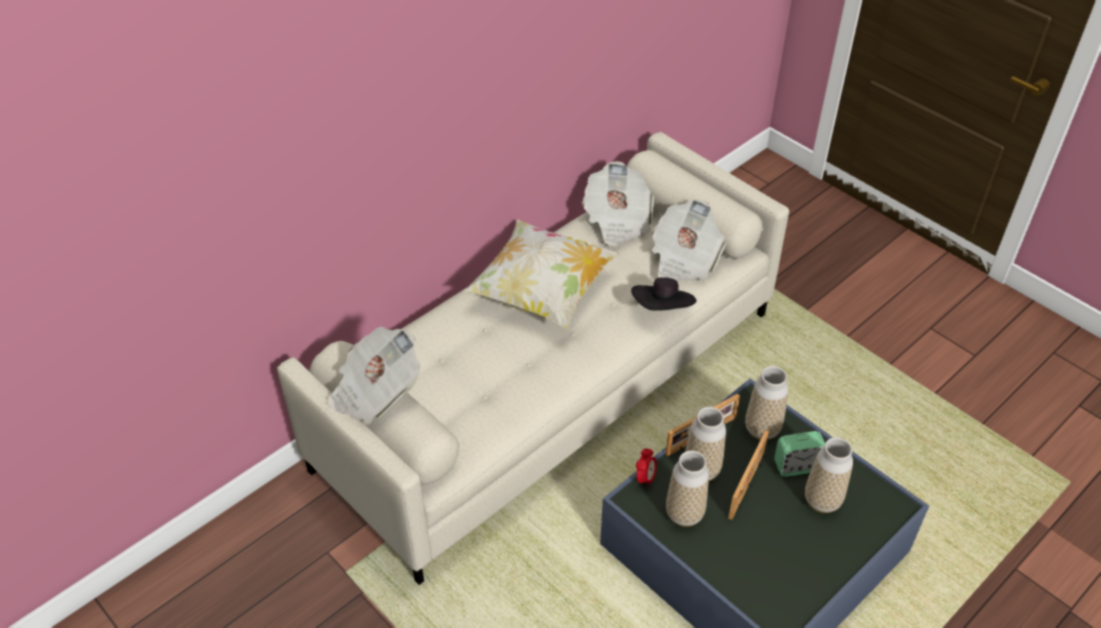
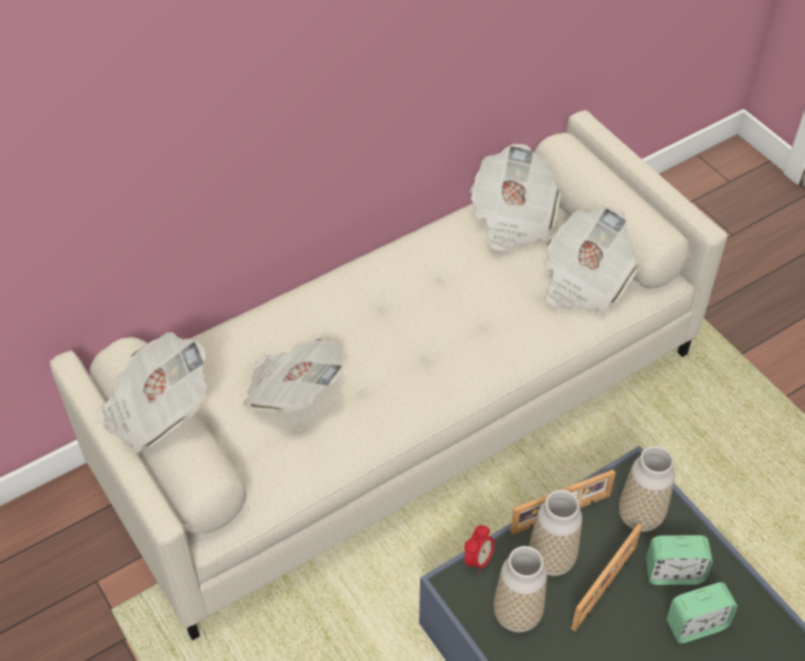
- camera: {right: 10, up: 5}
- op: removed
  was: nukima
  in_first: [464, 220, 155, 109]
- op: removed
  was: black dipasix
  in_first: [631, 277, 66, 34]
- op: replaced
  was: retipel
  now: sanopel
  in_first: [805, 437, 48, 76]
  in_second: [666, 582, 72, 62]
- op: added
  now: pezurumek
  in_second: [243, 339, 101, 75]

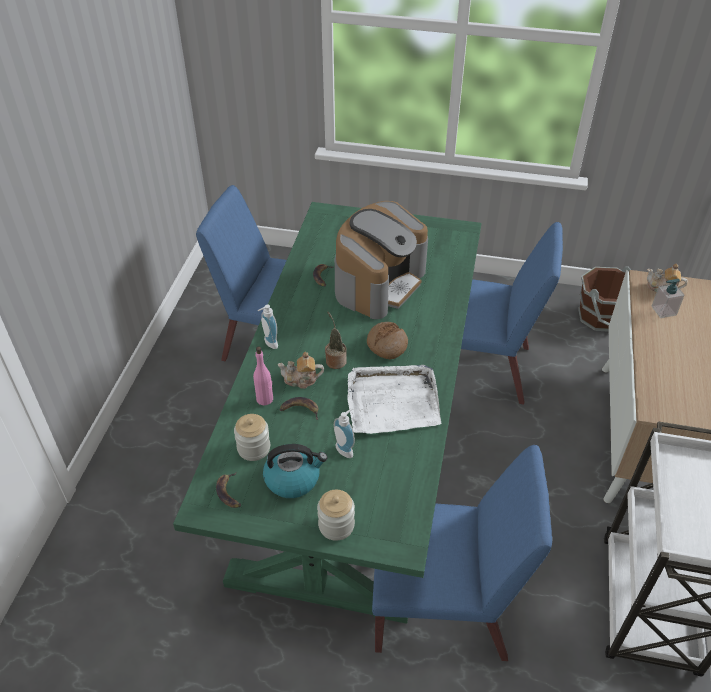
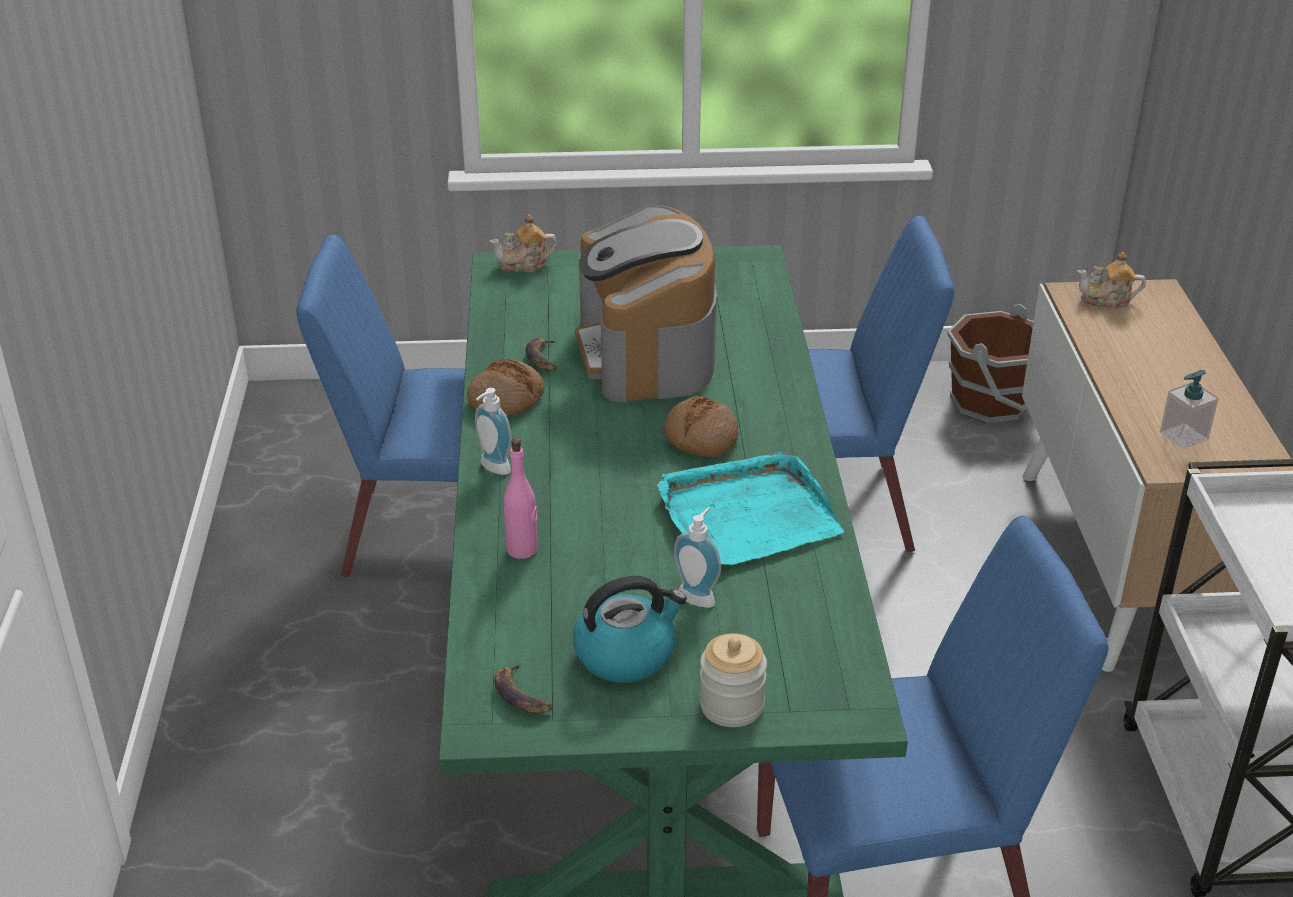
- camera: {right: -15, up: -10}
- op: removed
  was: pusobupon
  in_first: [234, 414, 36, 47]
- op: moved
  was: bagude
  in_first: [278, 352, 46, 37]
  in_second: [490, 214, 67, 58]
- op: removed
  was: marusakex
  in_first: [280, 397, 38, 23]
- op: removed
  was: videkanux
  in_first: [325, 312, 22, 57]
- op: turned
  was: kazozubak
  in_first: [335, 201, 93, 118]
  in_second: [575, 205, 142, 197]
  clockwise: 150
- op: recoloured
  was: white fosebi
  now: turquoise fosebi
  in_first: [347, 365, 94, 69]
  in_second: [657, 452, 187, 113]
- op: moved
  was: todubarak
  in_first: [651, 279, 34, 39]
  in_second: [1160, 370, 58, 79]
- op: added
  now: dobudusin
  in_second: [467, 359, 78, 57]

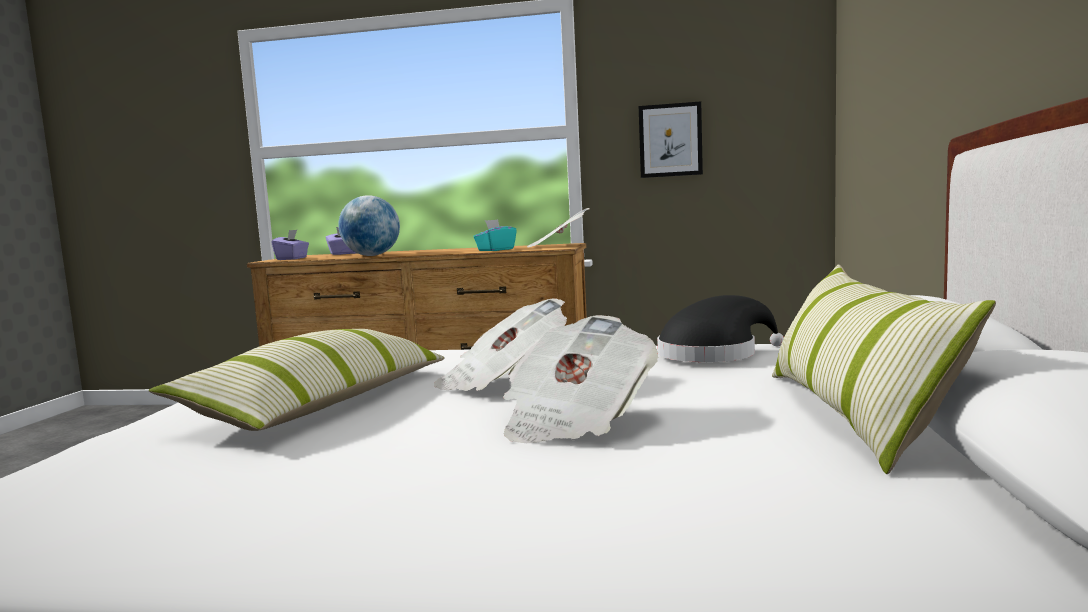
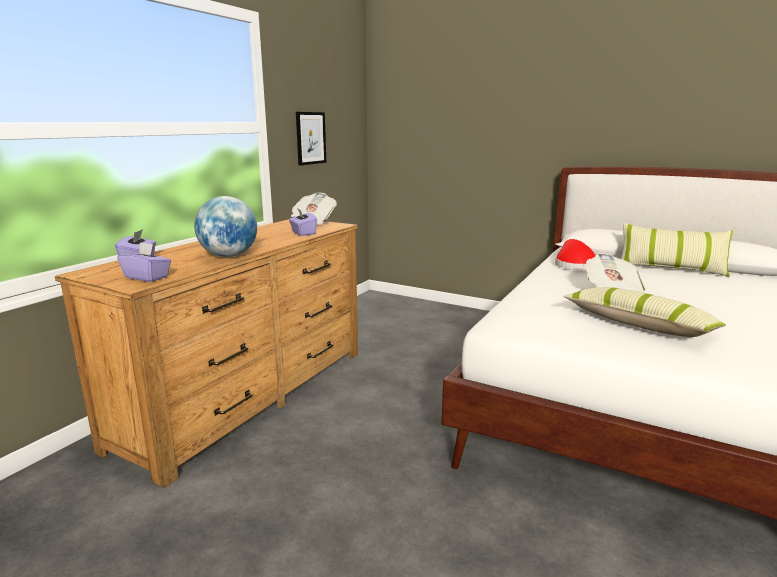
- camera: {right: -70, up: 10}
- op: recoloured
  was: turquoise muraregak
  now: purple muraregak
  in_first: [473, 219, 44, 32]
  in_second: [289, 208, 28, 28]
- op: removed
  was: pezurumek
  in_first: [503, 315, 155, 128]
- op: recoloured
  was: black dipasix
  now: red dipasix
  in_first: [657, 295, 127, 67]
  in_second: [555, 239, 40, 31]

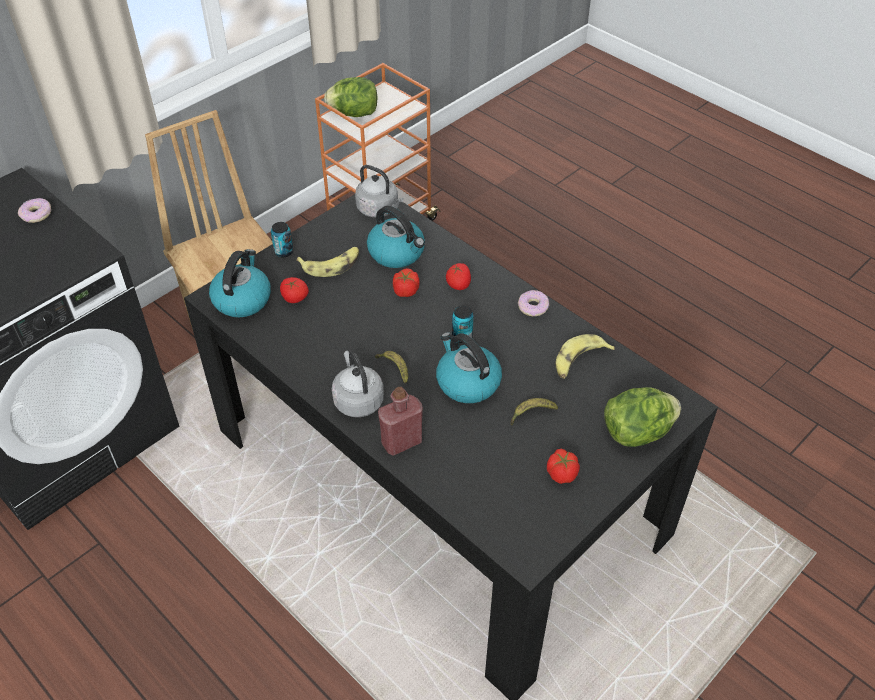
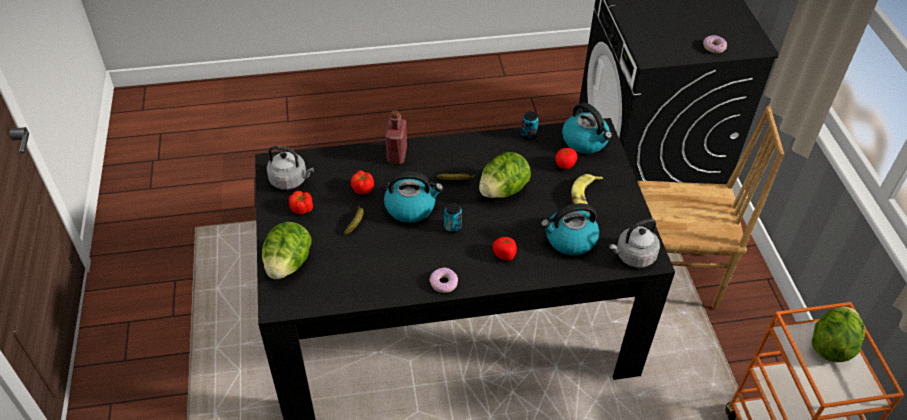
- camera: {right: 125, up: 0}
- op: moved
  was: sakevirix
  in_first: [271, 222, 22, 35]
  in_second: [521, 111, 18, 29]
- op: moved
  was: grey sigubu
  in_first: [332, 351, 52, 66]
  in_second: [266, 146, 48, 44]
- op: moved
  was: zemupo
  in_first: [393, 268, 27, 29]
  in_second: [351, 170, 23, 25]
- op: removed
  was: marusakex
  in_first: [556, 334, 59, 45]
- op: added
  now: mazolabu
  in_second: [479, 152, 52, 46]

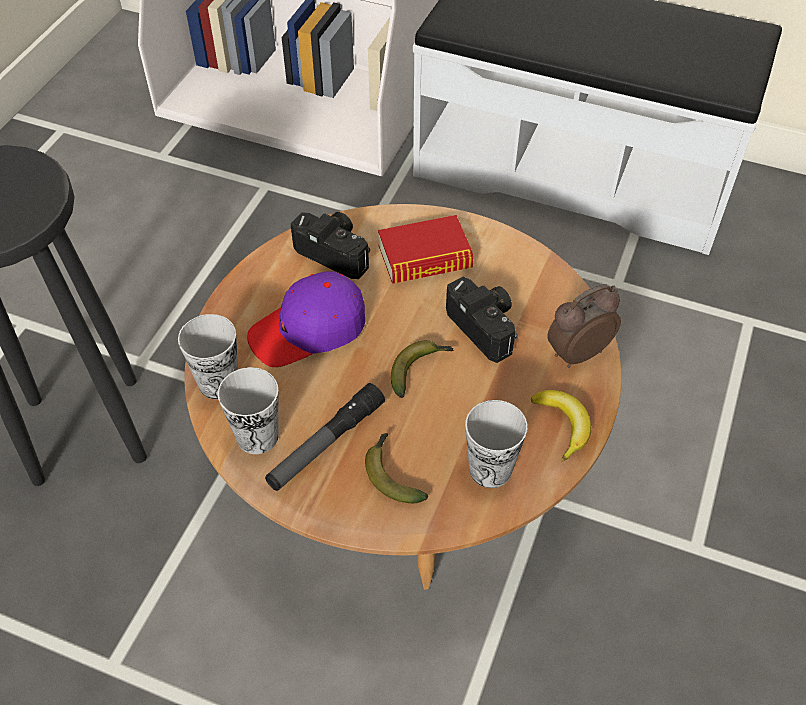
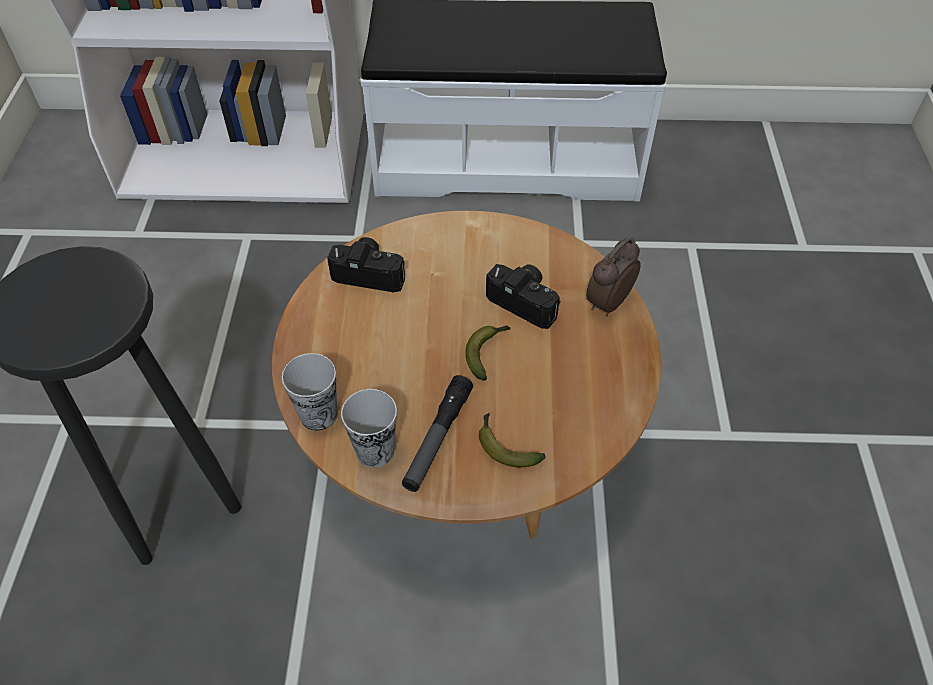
- camera: {right: -20, up: 0}
- op: removed
  was: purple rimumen
  in_first: [247, 271, 119, 96]
- op: removed
  was: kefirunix
  in_first: [378, 215, 95, 68]
- op: removed
  was: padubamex
  in_first: [465, 400, 63, 88]
- op: removed
  was: marusakex
  in_first: [531, 390, 60, 72]

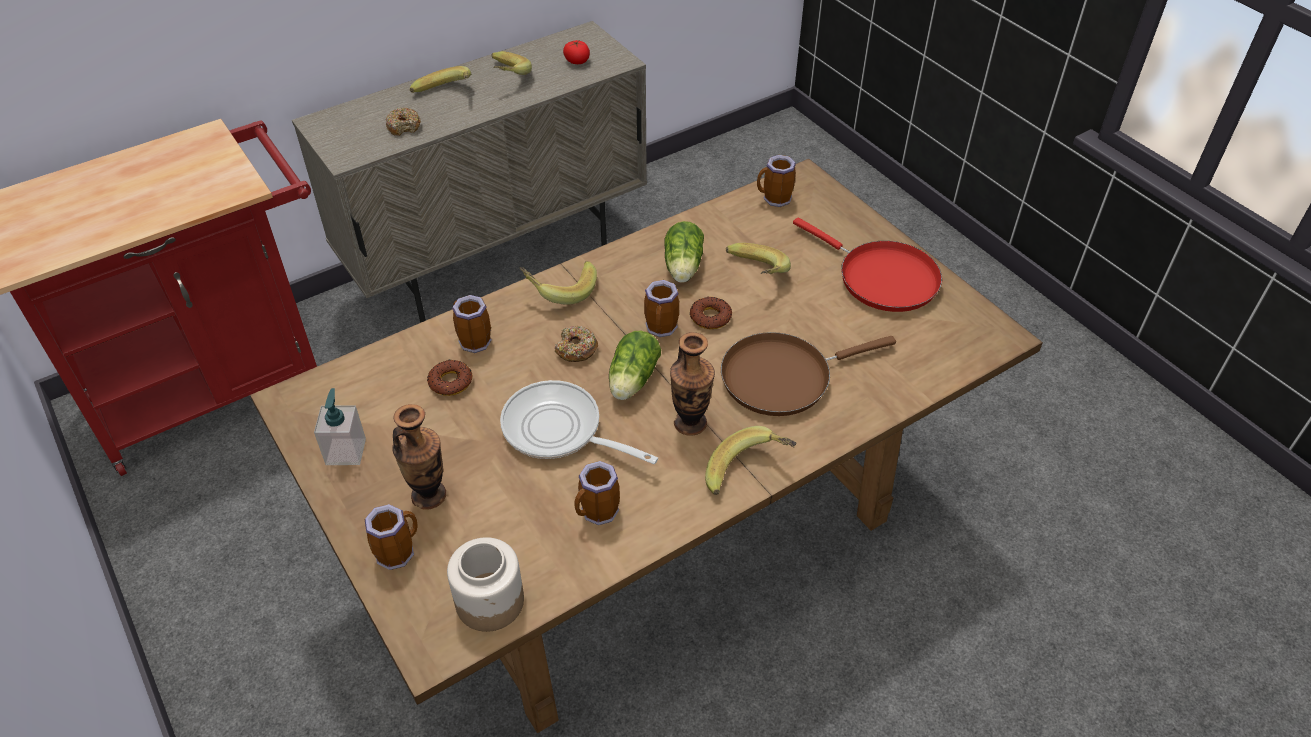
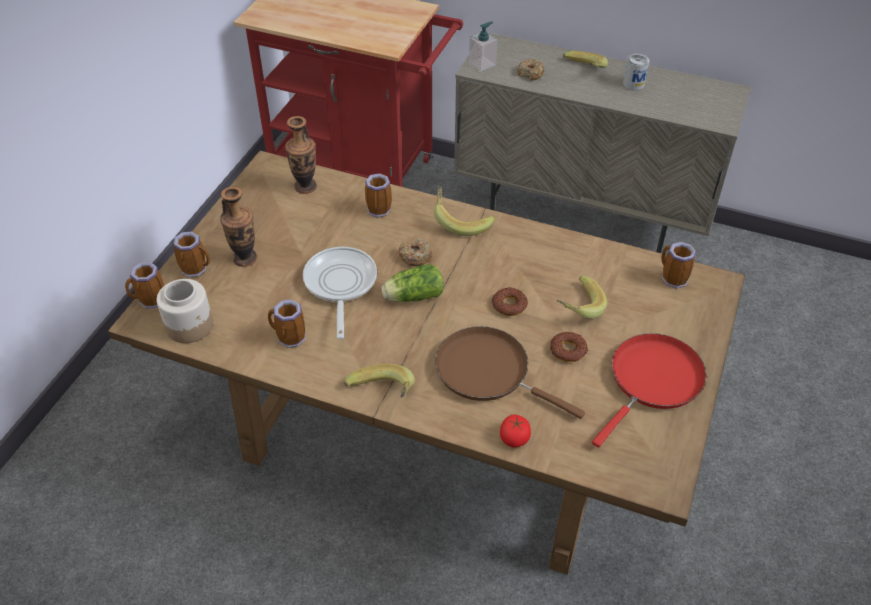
- camera: {right: 55, up: 0}
- op: moved
  was: todubarak
  in_first: [314, 388, 52, 77]
  in_second: [469, 21, 29, 51]
- op: moved
  was: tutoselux
  in_first: [427, 360, 45, 36]
  in_second: [550, 332, 38, 30]
- op: replaced
  was: marusakex
  now: sakevirix
  in_first: [491, 51, 41, 24]
  in_second: [623, 54, 26, 37]
- op: moved
  was: zemupo
  in_first: [563, 40, 27, 24]
  in_second: [500, 415, 31, 32]
- op: moved
  was: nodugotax
  in_first: [644, 280, 35, 57]
  in_second: [125, 262, 39, 47]
- op: removed
  was: mazolabu
  in_first: [664, 221, 40, 62]
- op: moved
  was: retipel
  in_first: [670, 332, 45, 104]
  in_second: [285, 116, 32, 78]
- op: turned
  was: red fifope
  in_first: [793, 218, 149, 94]
  in_second: [592, 333, 114, 115]
  clockwise: -150

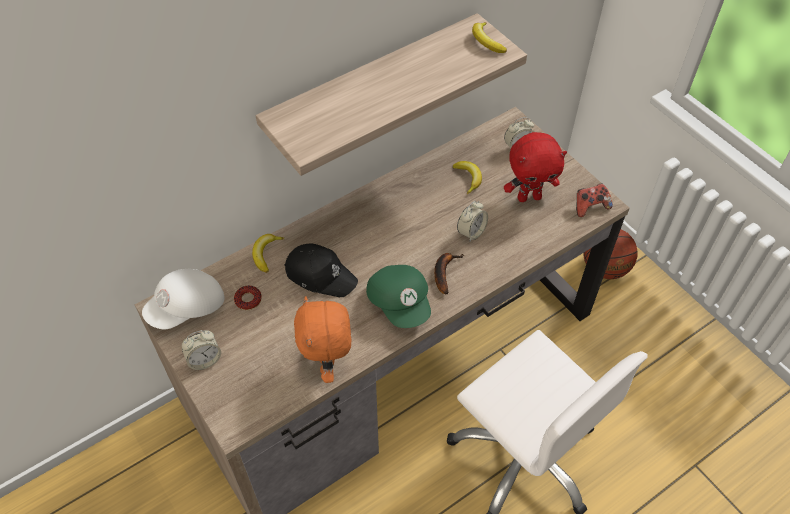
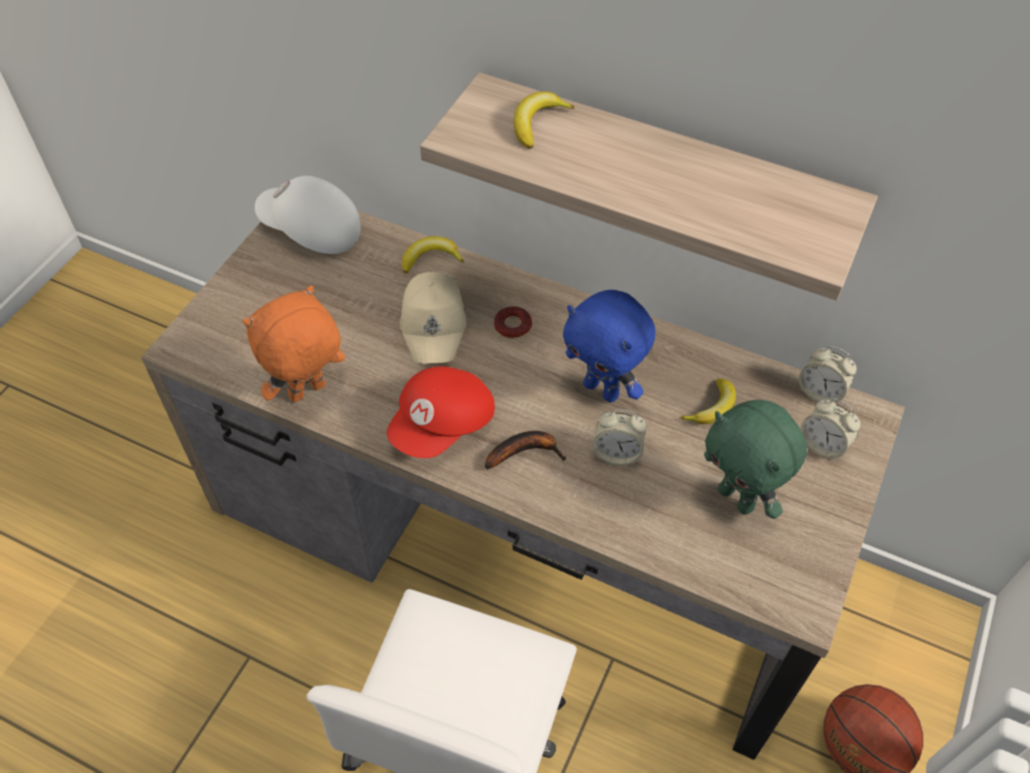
- camera: {right: 60, up: 0}
- op: moved
  was: sanopel
  in_first: [182, 330, 39, 40]
  in_second: [799, 346, 58, 57]
- op: moved
  was: tutoselux
  in_first: [234, 286, 28, 24]
  in_second: [494, 306, 38, 33]
- op: recoloured
  was: black rimumen
  now: beige rimumen
  in_first: [284, 244, 74, 53]
  in_second: [400, 272, 66, 92]
- op: recoloured
  was: green rimumen
  now: red rimumen
  in_first: [366, 265, 65, 63]
  in_second: [387, 366, 108, 92]
- op: moved
  was: marusakex
  in_first: [472, 22, 35, 31]
  in_second: [514, 91, 61, 58]
- op: recoloured
  was: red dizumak
  now: green dizumak
  in_first: [504, 132, 63, 70]
  in_second: [704, 400, 103, 119]
- op: removed
  was: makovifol
  in_first: [576, 183, 37, 34]
- op: added
  now: blue dizumak
  in_second: [563, 290, 93, 112]

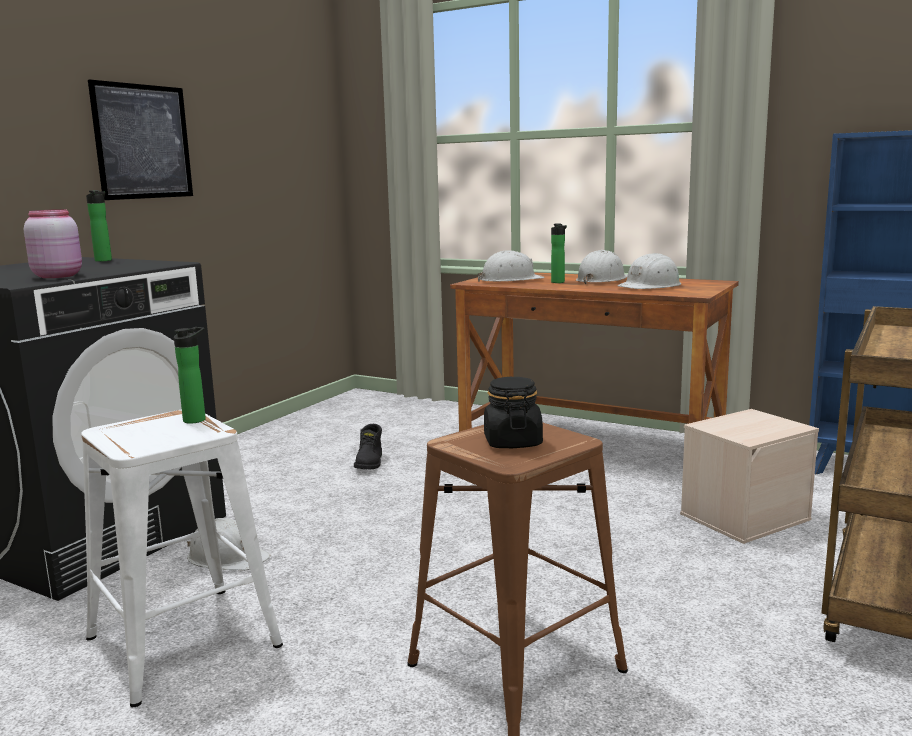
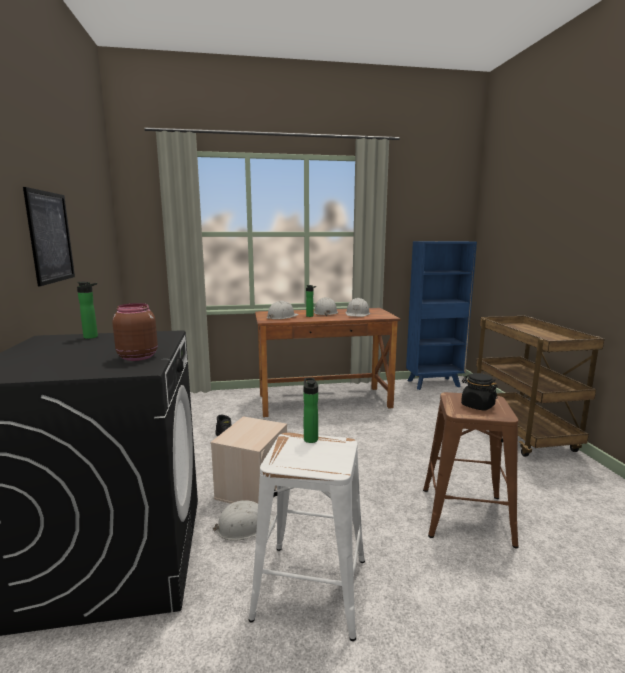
- camera: {right: -40, up: 0}
- op: recoloured
  was: pink pusobupon
  now: brown pusobupon
  in_first: [24, 209, 58, 69]
  in_second: [112, 303, 46, 58]
- op: moved
  was: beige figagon
  in_first: [680, 409, 139, 135]
  in_second: [210, 416, 77, 88]

